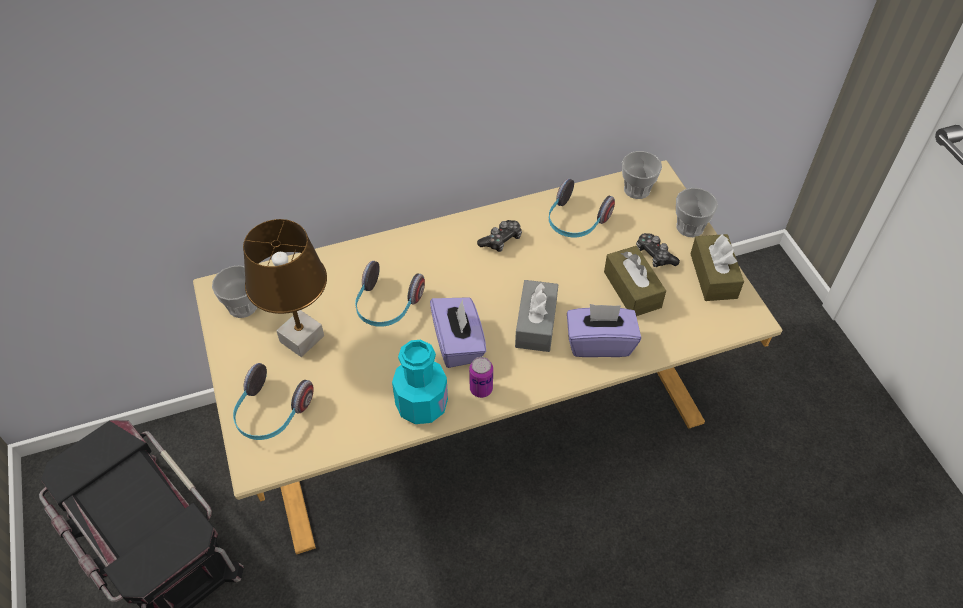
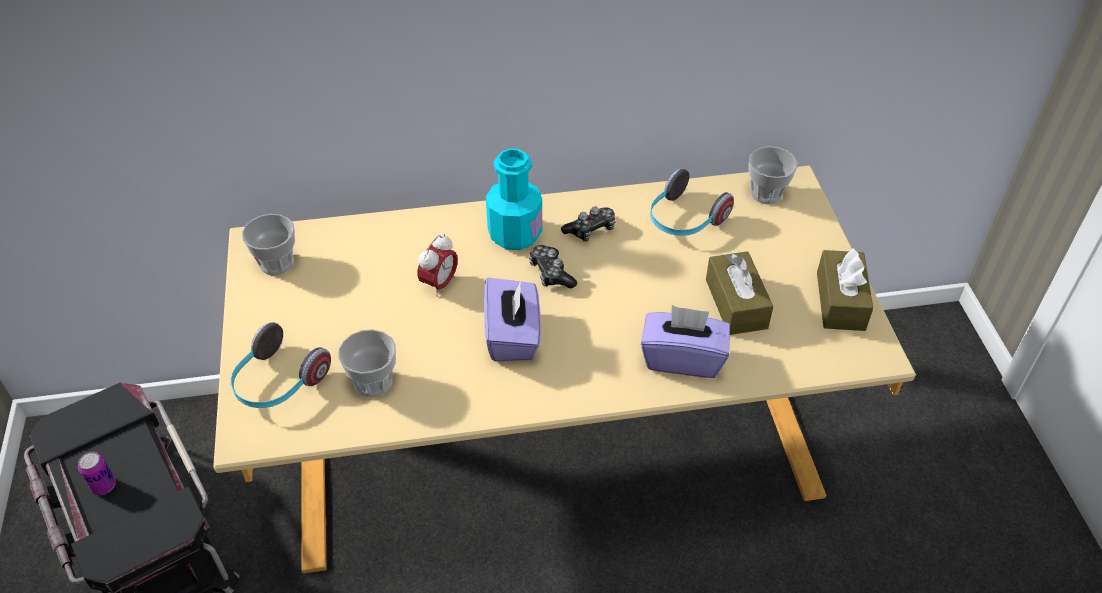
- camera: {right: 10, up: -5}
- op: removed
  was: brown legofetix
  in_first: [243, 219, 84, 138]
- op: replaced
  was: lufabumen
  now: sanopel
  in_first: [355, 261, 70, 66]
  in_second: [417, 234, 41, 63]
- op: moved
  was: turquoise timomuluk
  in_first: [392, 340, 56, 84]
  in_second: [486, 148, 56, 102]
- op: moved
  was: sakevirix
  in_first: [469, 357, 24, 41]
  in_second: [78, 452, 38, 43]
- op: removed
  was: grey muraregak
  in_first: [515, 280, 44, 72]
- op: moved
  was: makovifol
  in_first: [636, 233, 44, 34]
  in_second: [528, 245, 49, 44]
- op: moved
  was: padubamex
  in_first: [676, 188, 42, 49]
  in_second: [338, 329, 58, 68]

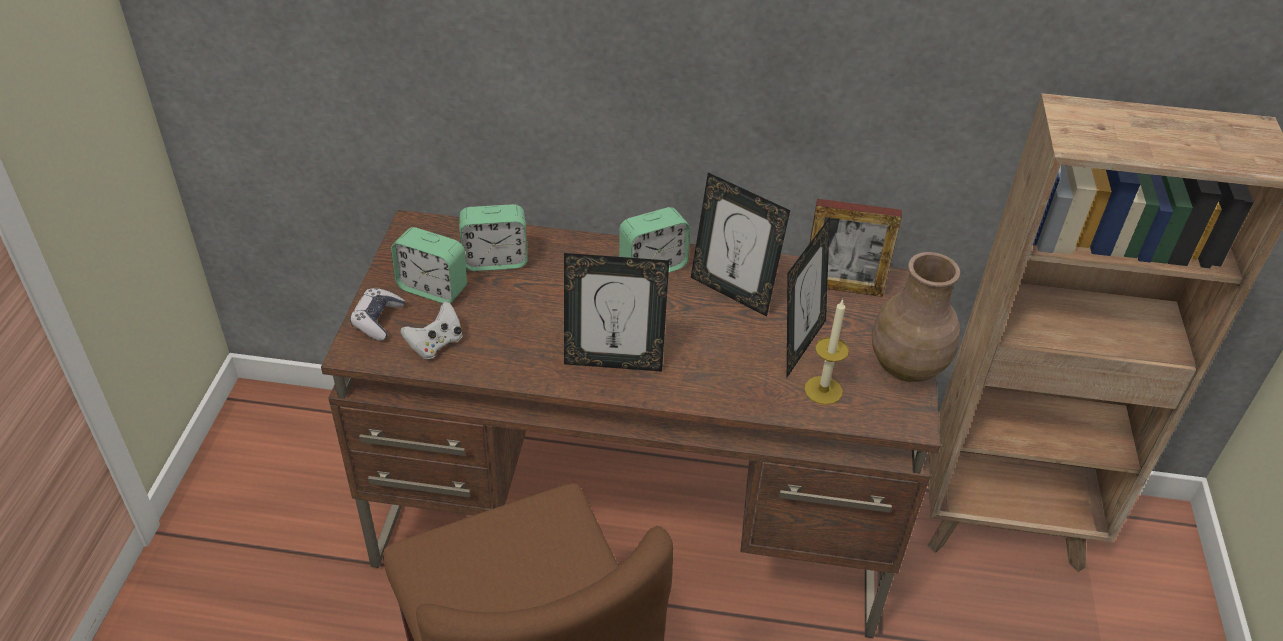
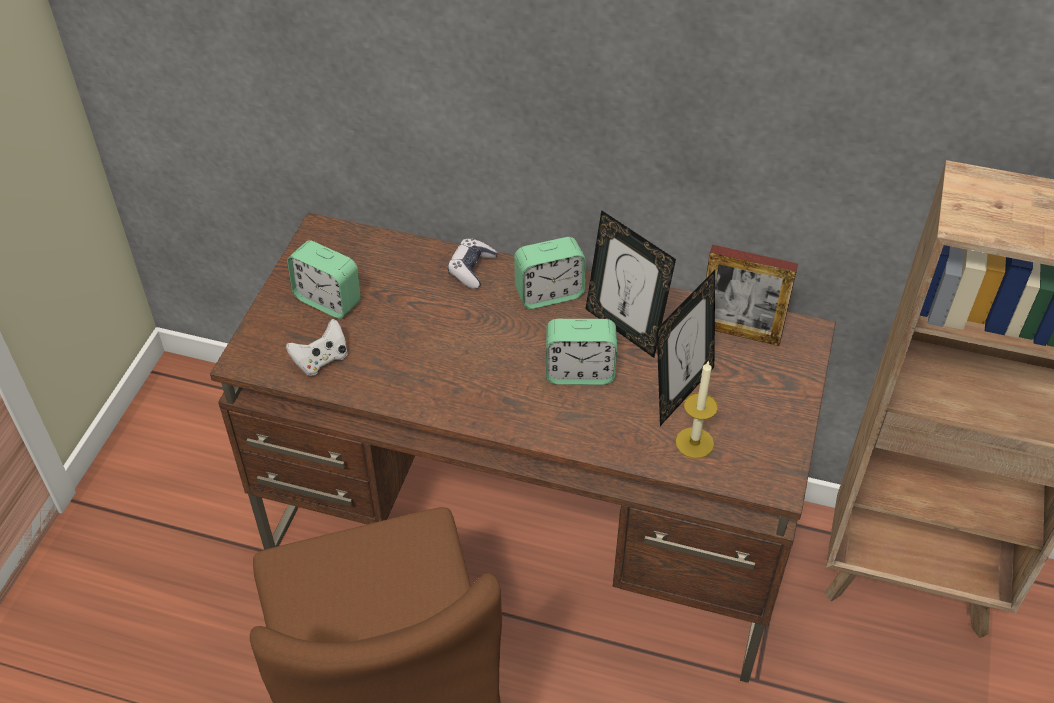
- camera: {right: 10, up: 5}
- op: moved
  was: makovifol
  in_first: [350, 288, 55, 53]
  in_second: [448, 238, 50, 51]
- op: moved
  was: sanopel
  in_first: [459, 204, 69, 67]
  in_second: [546, 319, 71, 66]
- op: removed
  was: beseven
  in_first: [564, 253, 105, 119]
- op: removed
  was: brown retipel
  in_first: [872, 252, 88, 130]

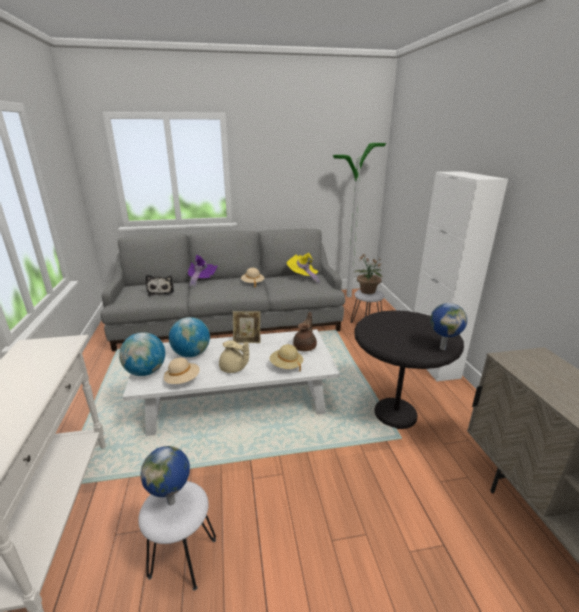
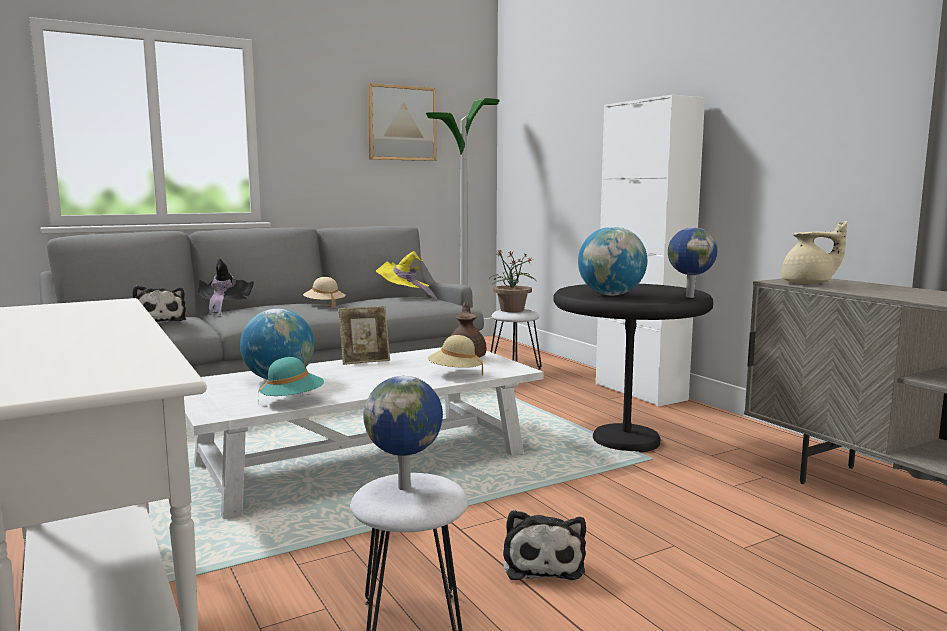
- camera: {right: -20, up: -15}
- op: moved
  was: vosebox
  in_first: [119, 332, 46, 44]
  in_second: [578, 226, 69, 70]
- op: recoloured
  was: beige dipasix
  now: turquoise dipasix
  in_first: [164, 358, 36, 26]
  in_second: [258, 357, 66, 39]
- op: recoloured
  was: purple dipasix
  now: black dipasix
  in_first: [188, 255, 30, 32]
  in_second: [198, 259, 56, 56]
- op: moved
  was: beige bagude
  in_first: [219, 340, 30, 33]
  in_second: [781, 221, 66, 63]
- op: added
  now: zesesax
  in_second: [367, 83, 69, 78]
- op: added
  now: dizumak
  in_second: [503, 510, 83, 70]

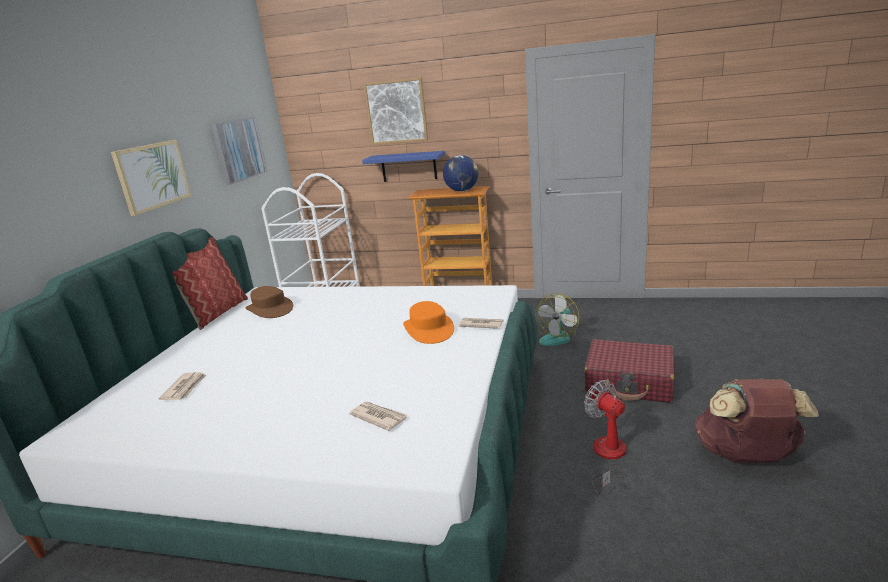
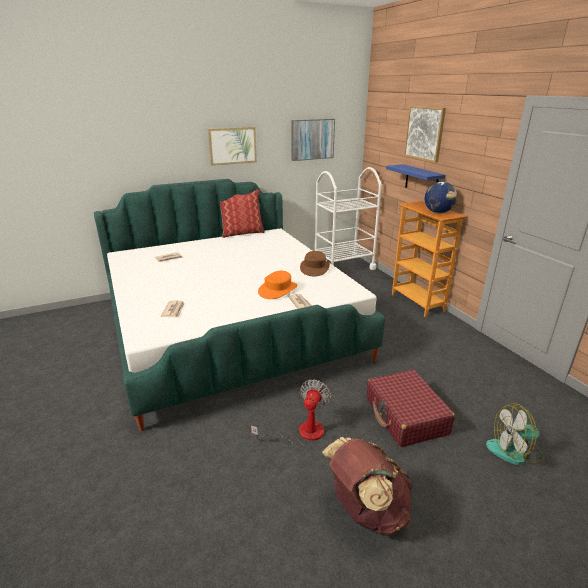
- camera: {right: 50, up: 5}
- op: moved
  was: brown dipasix
  in_first: [245, 286, 48, 32]
  in_second: [300, 251, 30, 25]
- op: moved
  was: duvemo
  in_first: [537, 293, 42, 53]
  in_second: [486, 403, 58, 62]

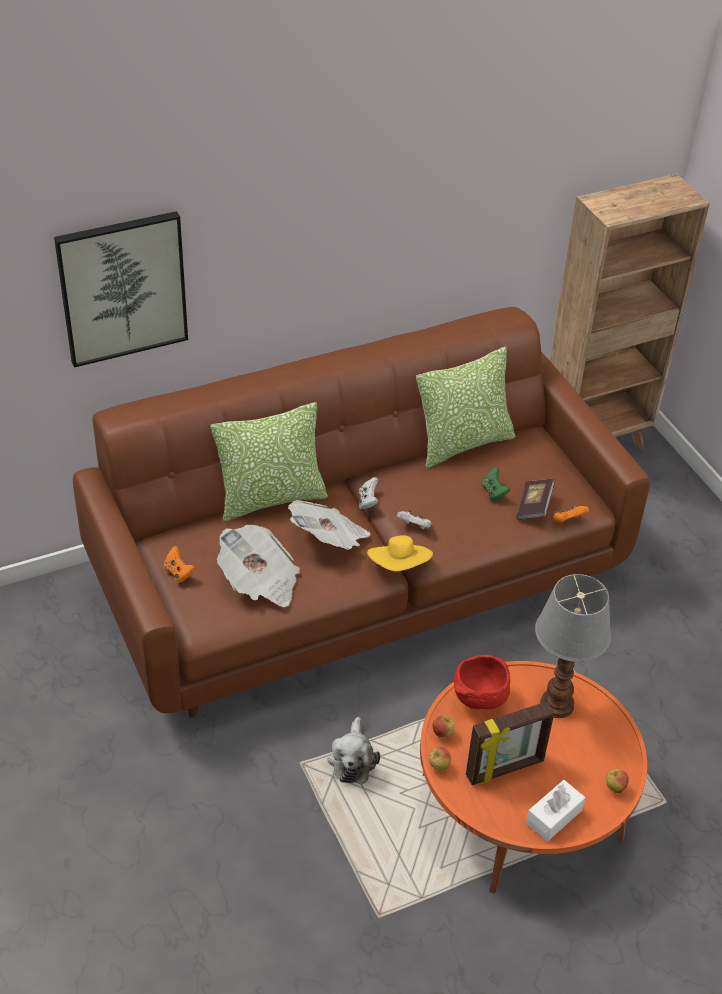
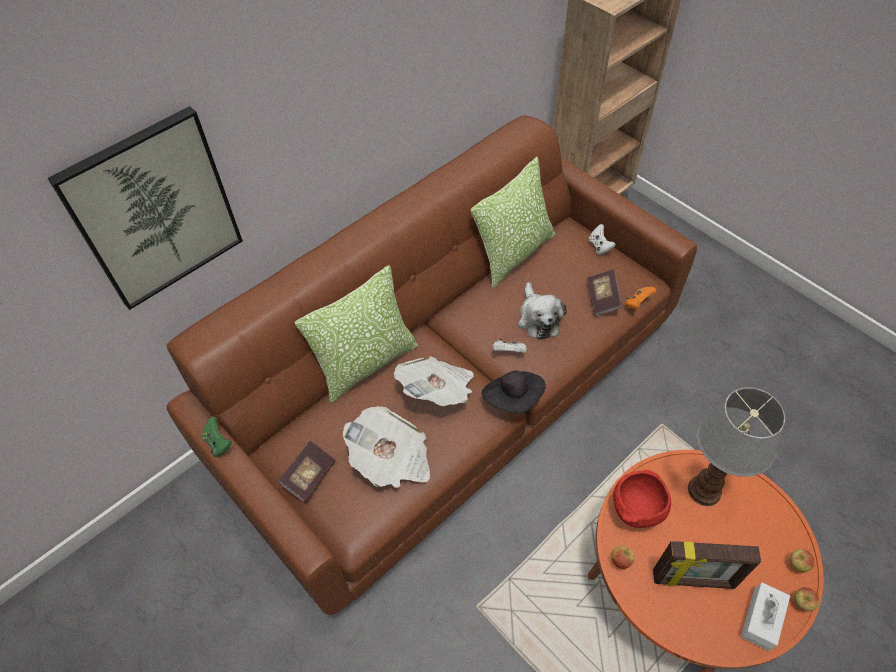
- camera: {right: -15, up: 10}
- op: replaced
  was: orange makovifol
  now: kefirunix
  in_first: [164, 546, 32, 37]
  in_second: [278, 440, 57, 63]
- op: moved
  was: dizumak
  in_first: [327, 717, 53, 67]
  in_second: [518, 282, 49, 58]
- op: moved
  was: white makovifol
  in_first: [359, 477, 20, 32]
  in_second: [589, 224, 27, 31]
- op: recoloured
  was: yellow dipasix
  now: black dipasix
  in_first: [367, 536, 66, 35]
  in_second: [482, 370, 64, 43]
- op: moved
  was: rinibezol
  in_first: [429, 747, 22, 23]
  in_second: [794, 587, 26, 25]
- op: turned
  was: beseven
  in_first: [466, 701, 88, 84]
  in_second: [653, 541, 108, 48]
  clockwise: 45
- op: moved
  was: green makovifol
  in_first: [482, 468, 28, 33]
  in_second: [202, 417, 30, 40]

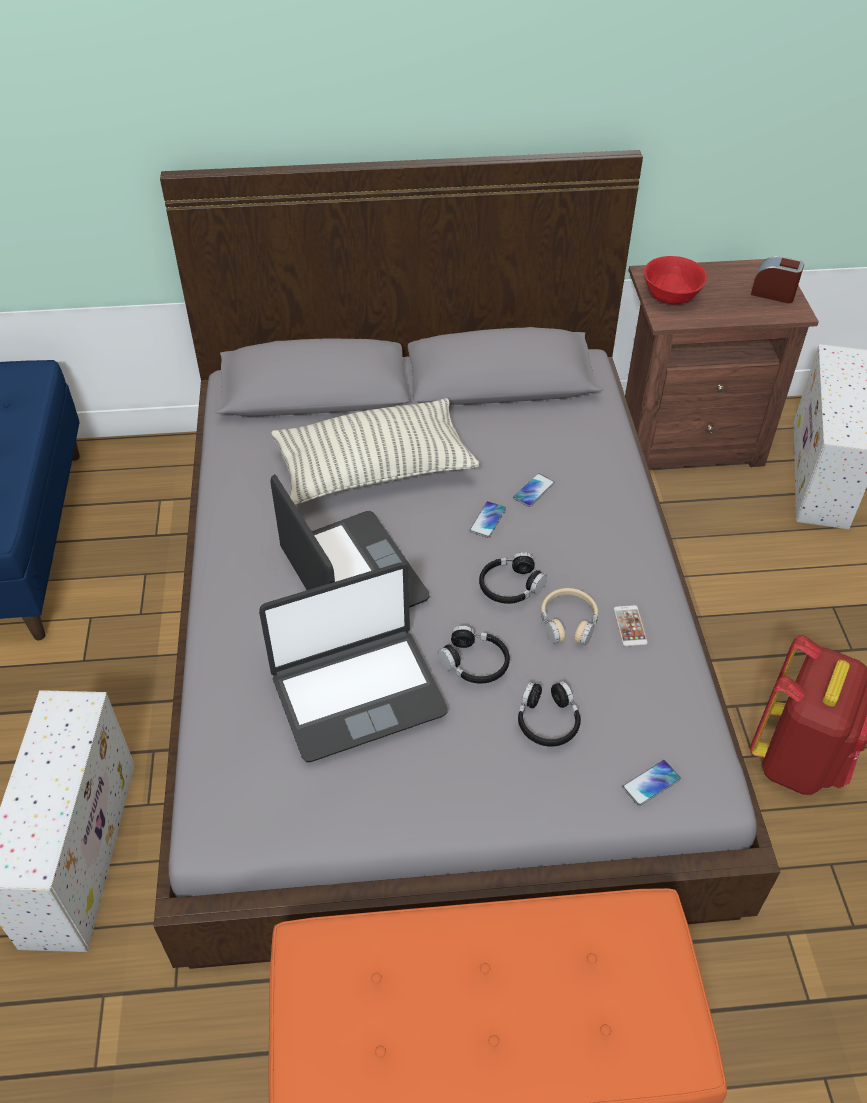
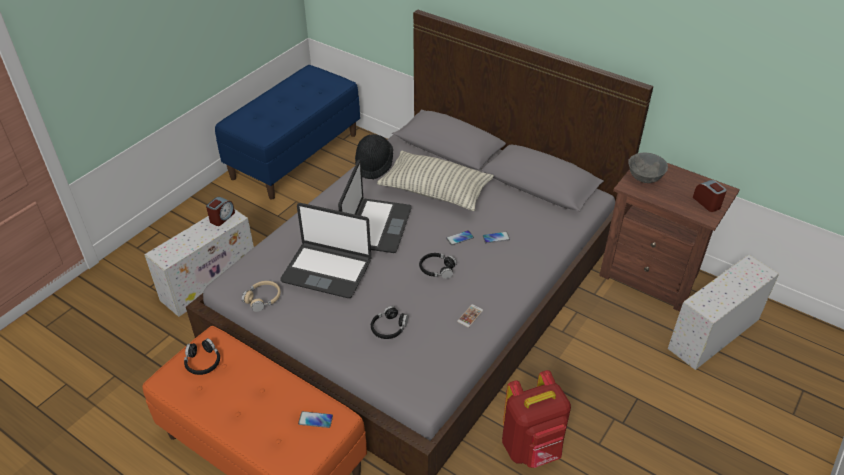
- camera: {right: 40, up: -5}
- op: moved
  was: black lufabumen
  in_first: [438, 625, 72, 58]
  in_second: [184, 338, 36, 37]
- op: moved
  was: beige lufabumen
  in_first: [541, 588, 58, 57]
  in_second: [242, 281, 39, 31]
- op: moved
  was: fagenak
  in_first: [622, 760, 59, 46]
  in_second: [298, 411, 35, 17]
- op: recoloured
  was: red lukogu
  now: grey lukogu
  in_first: [644, 256, 63, 48]
  in_second: [628, 152, 40, 31]
- op: added
  now: sanopel
  in_second: [206, 197, 29, 29]
- op: added
  now: black dipasix
  in_second: [355, 134, 38, 46]

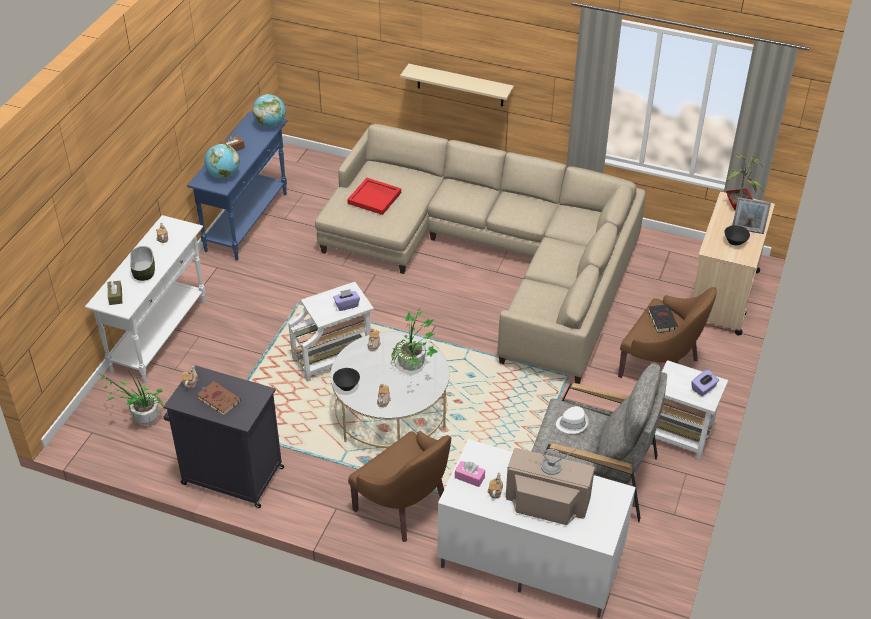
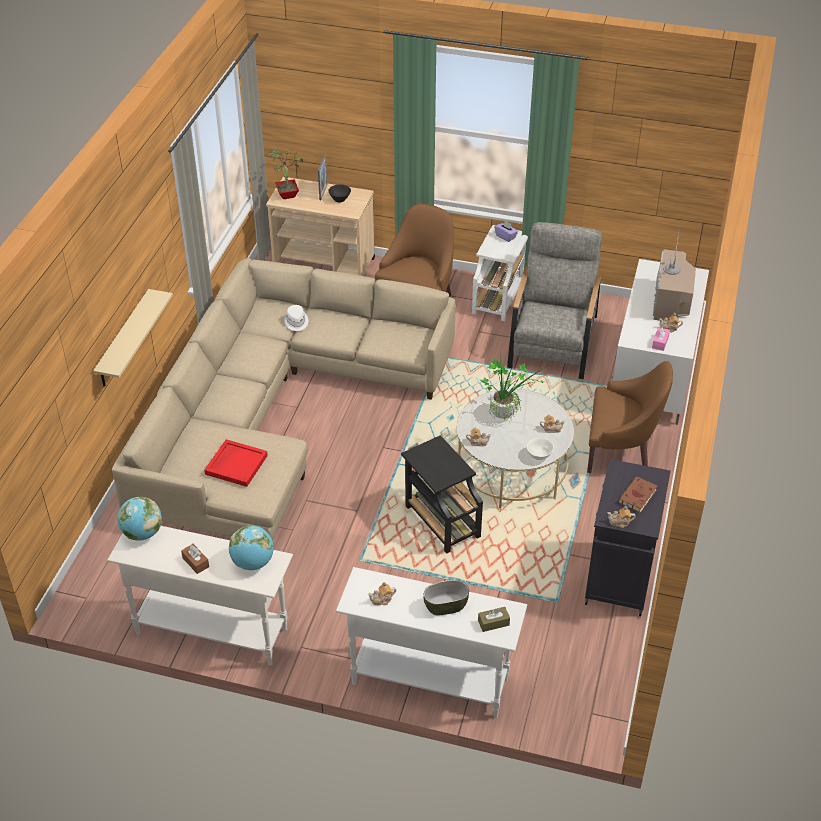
- camera: {right: -95, up: 0}
- op: removed
  was: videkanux
  in_first: [97, 372, 67, 53]
- op: recoloured
  was: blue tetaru
  now: white tetaru
  in_first: [187, 111, 101, 149]
  in_second: [107, 526, 186, 140]
- op: recoloured
  was: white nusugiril
  now: black nusugiril
  in_first: [288, 282, 86, 100]
  in_second: [401, 435, 82, 119]
- op: removed
  was: purple muraregak
  in_first: [333, 289, 27, 22]
- op: recoloured
  was: black lukogu
  now: white lukogu
  in_first: [333, 368, 27, 23]
  in_second: [527, 438, 27, 22]
- op: turned
  was: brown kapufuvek
  in_first: [348, 431, 103, 111]
  in_second: [587, 361, 86, 113]
  clockwise: 60
- op: moved
  was: white dipasix
  in_first: [556, 406, 33, 28]
  in_second: [284, 305, 24, 26]
- op: removed
  was: black kefirunix
  in_first: [648, 304, 30, 29]

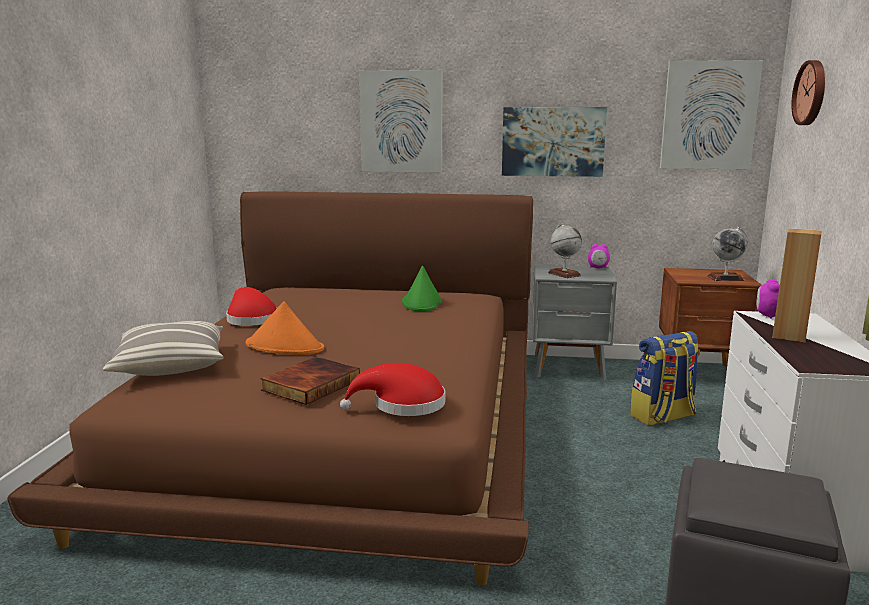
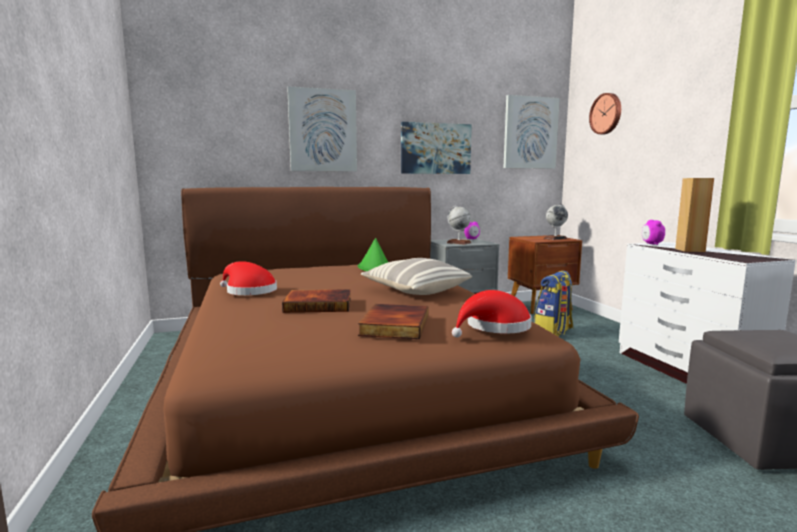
- camera: {right: -25, up: -5}
- op: moved
  was: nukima
  in_first: [103, 321, 121, 55]
  in_second: [361, 258, 111, 37]
- op: replaced
  was: orange dipasix
  now: kefirunix
  in_first: [246, 301, 78, 54]
  in_second: [282, 289, 69, 24]

